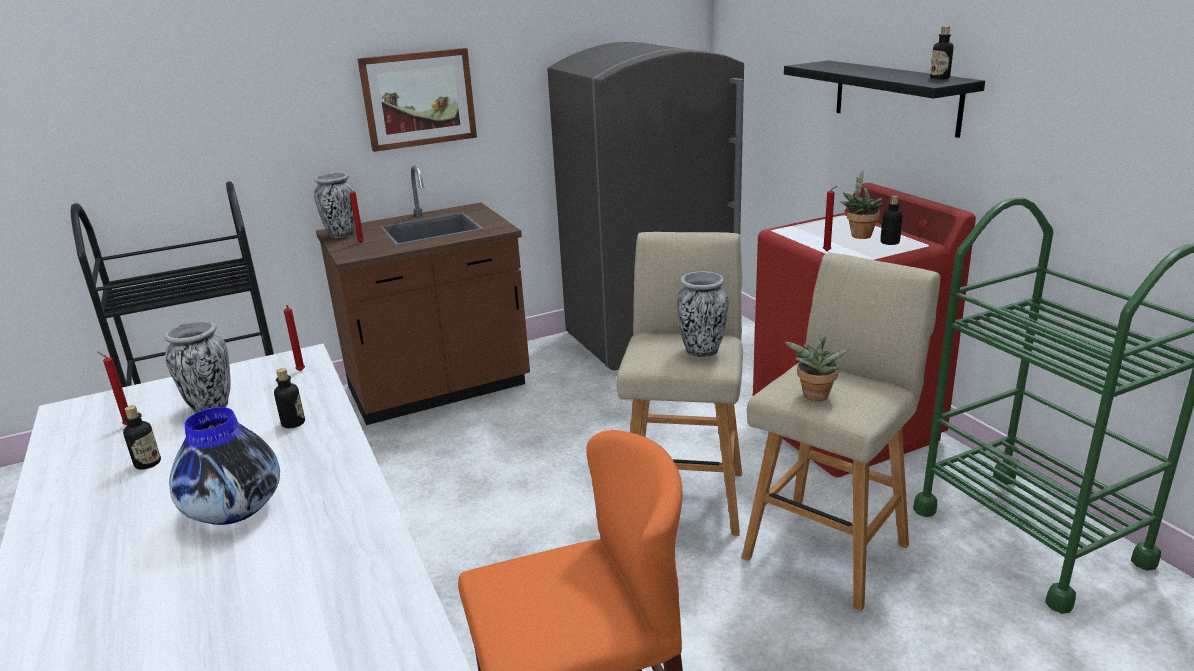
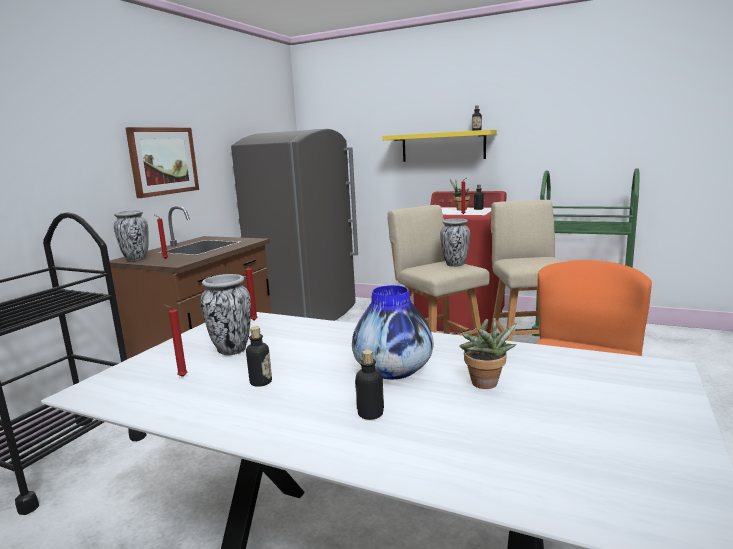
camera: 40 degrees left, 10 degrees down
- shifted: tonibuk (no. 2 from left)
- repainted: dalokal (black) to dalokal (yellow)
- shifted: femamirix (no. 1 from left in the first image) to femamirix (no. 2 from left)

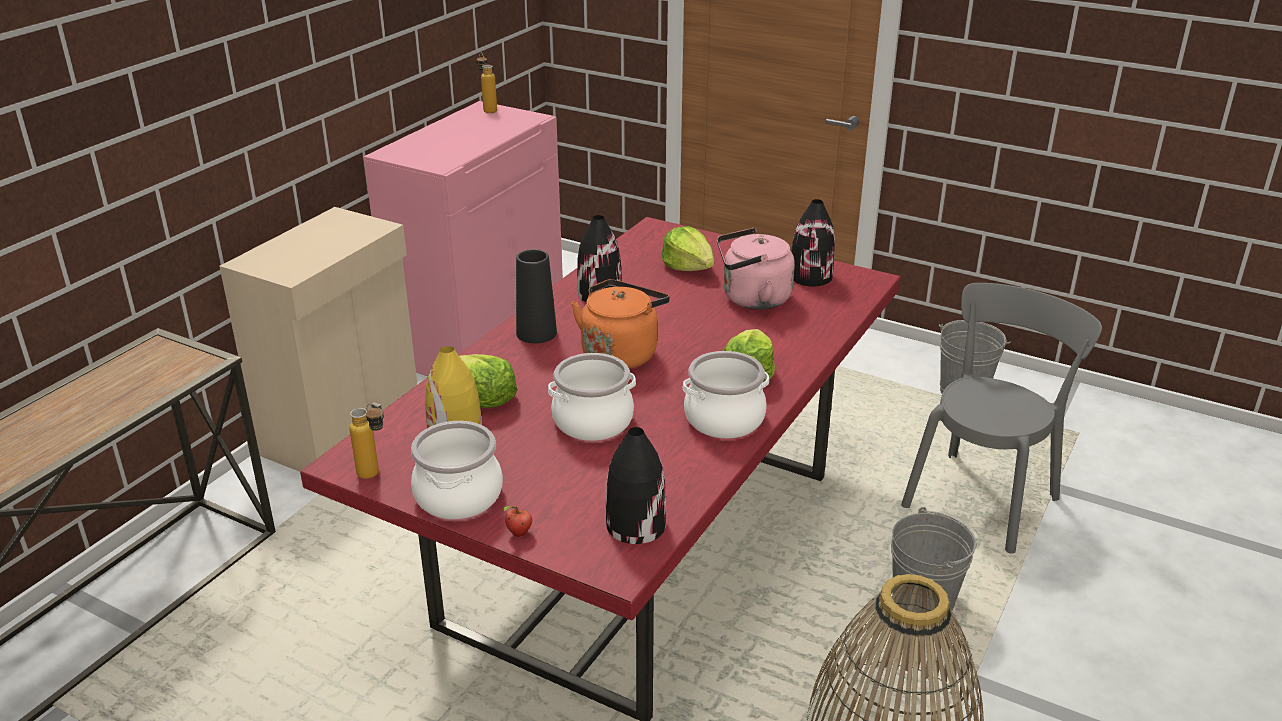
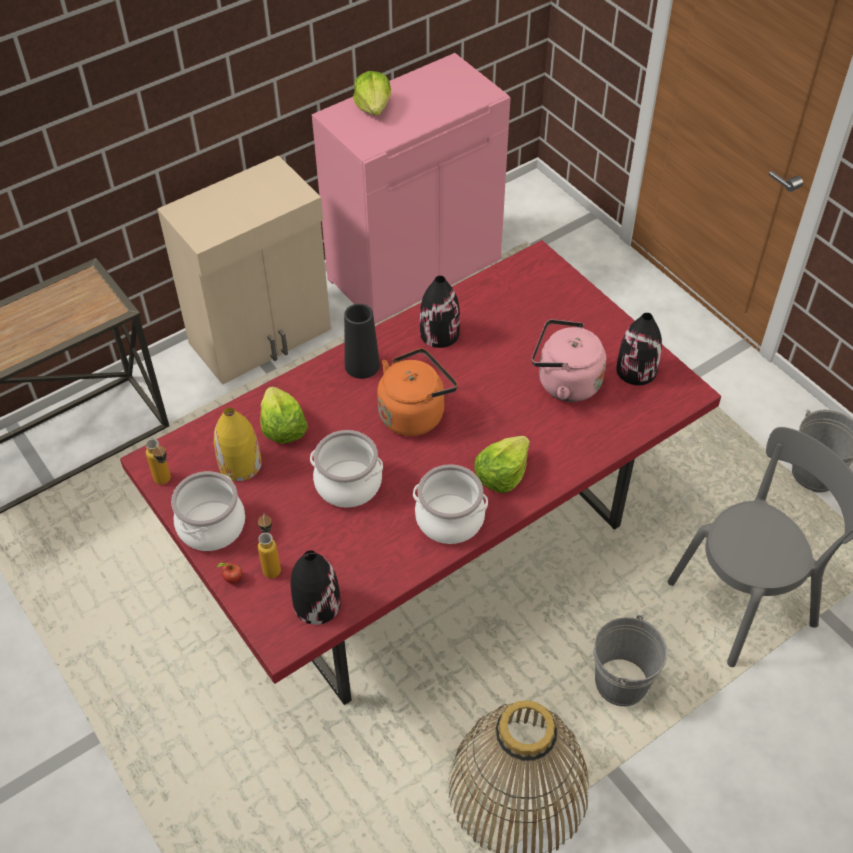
camera: 25 degrees right, 20 degrees up
- shifted: tonibuk (no. 2 from left)
- shifted: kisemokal (no. 2 from left)

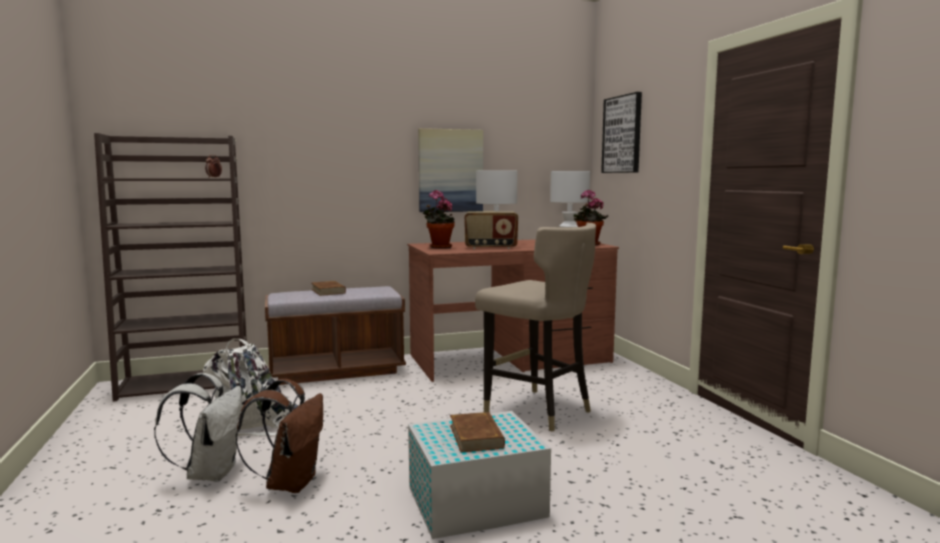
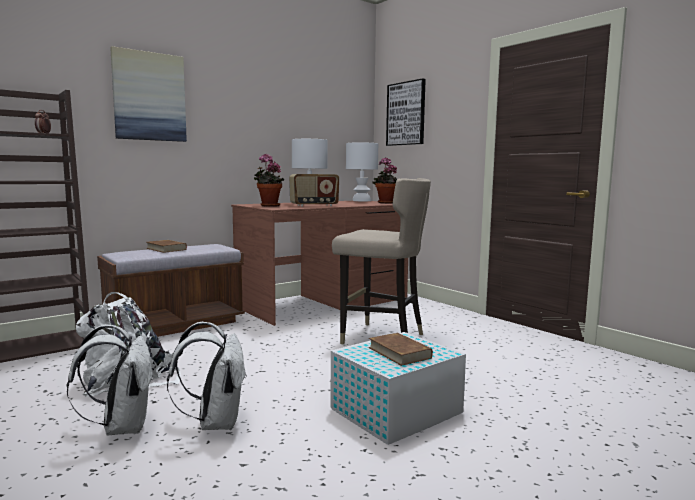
camera: 20 degrees left, 0 degrees up
- repainted: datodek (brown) to datodek (white) (no. 3 from left)
- shifted: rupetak (no. 1 from left)

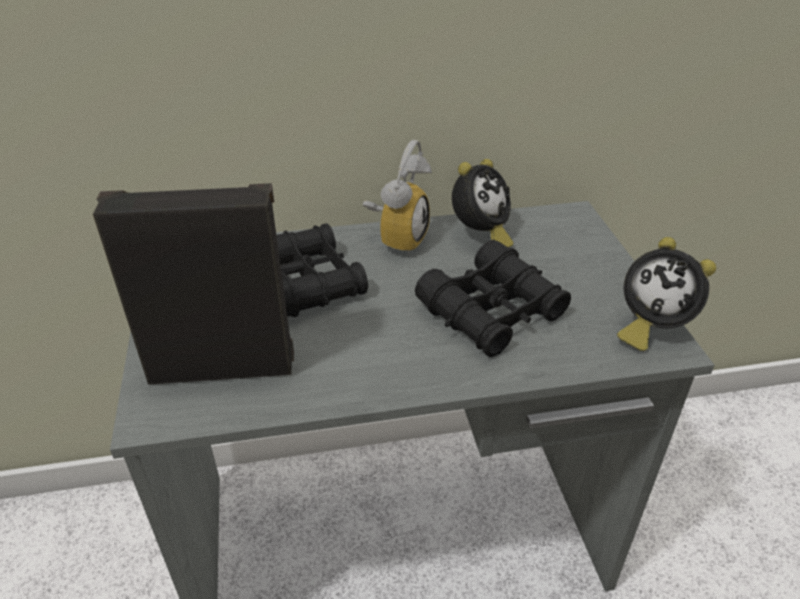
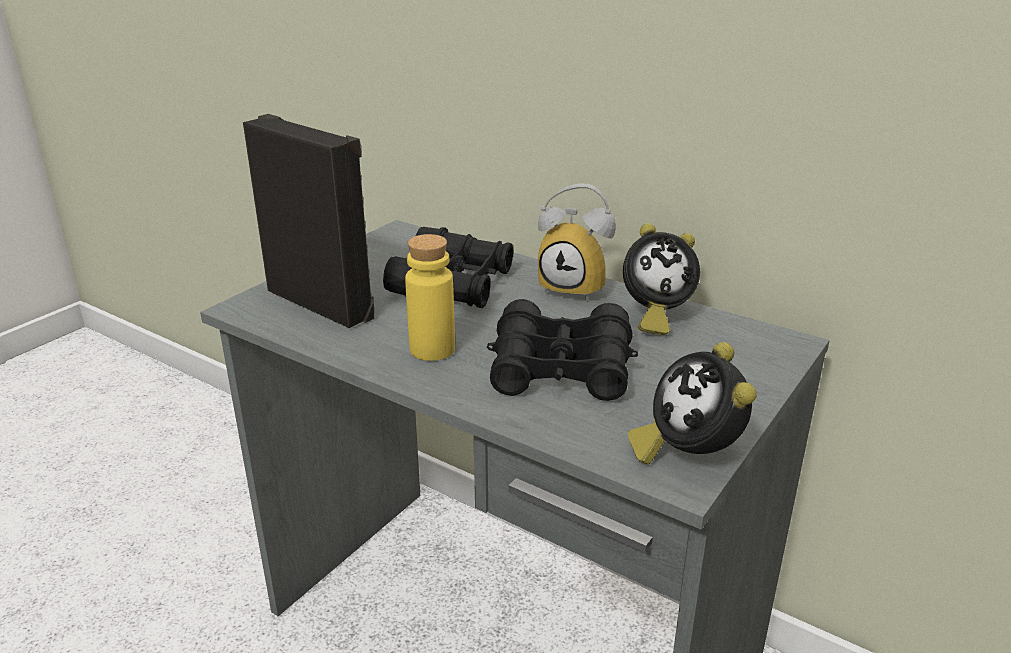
camera: 45 degrees right, 10 degrees down
- rotated: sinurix (no. 1 from left) 45 degrees clockwise
- new: tonibuk (yellow)

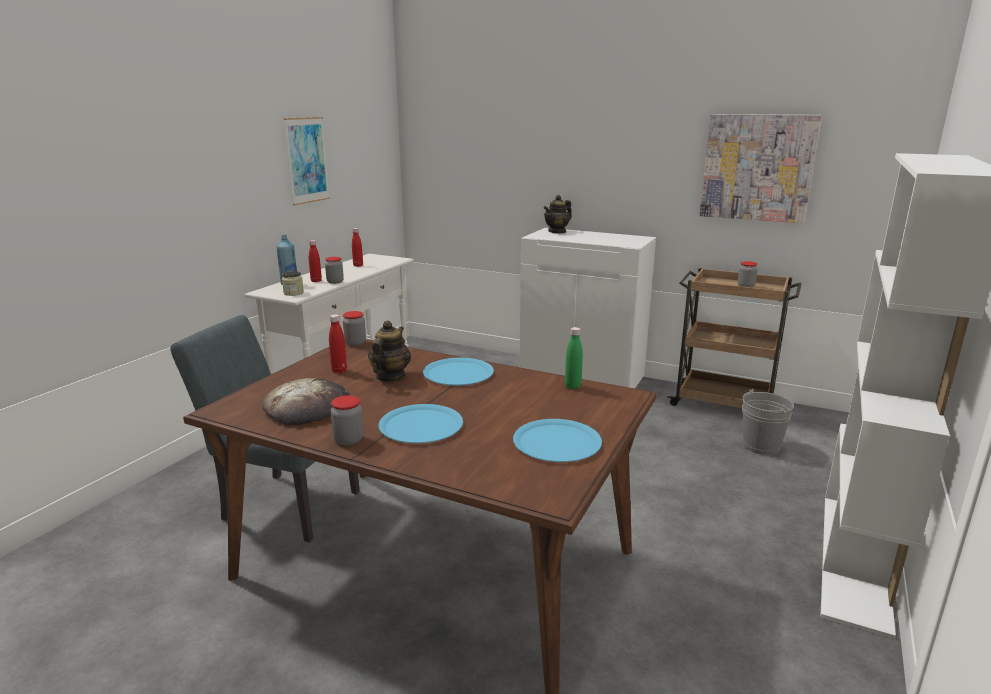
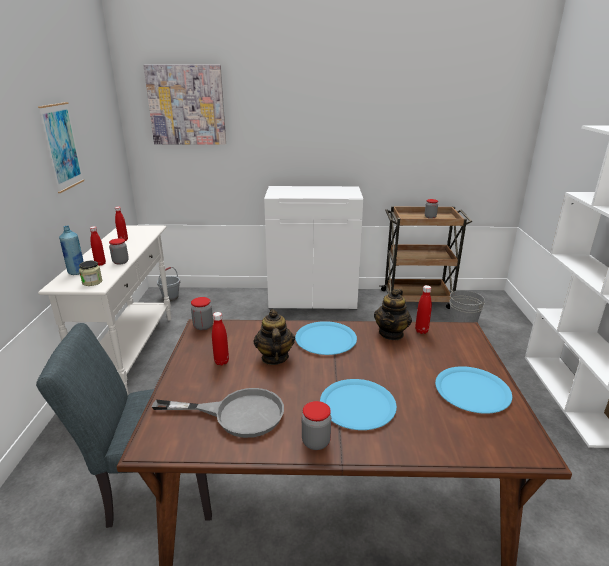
camera: 25 degrees left, 5 degrees up
- swapped: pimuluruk to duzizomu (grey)
- shifted: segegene (no. 2 from left)
- repainted: tonibuk (green) to tonibuk (red) (no. 4 from left)
- shifted: rupetak (no. 2 from left)
- new: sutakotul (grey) (no. 1 from left)

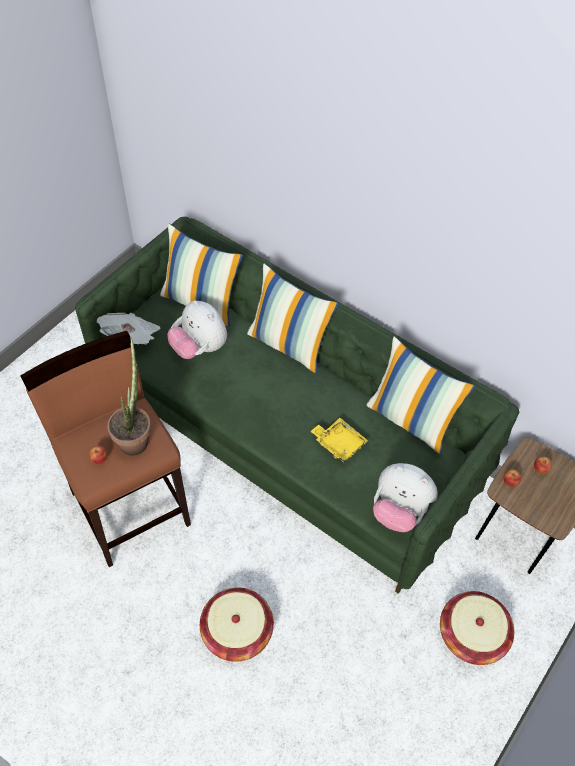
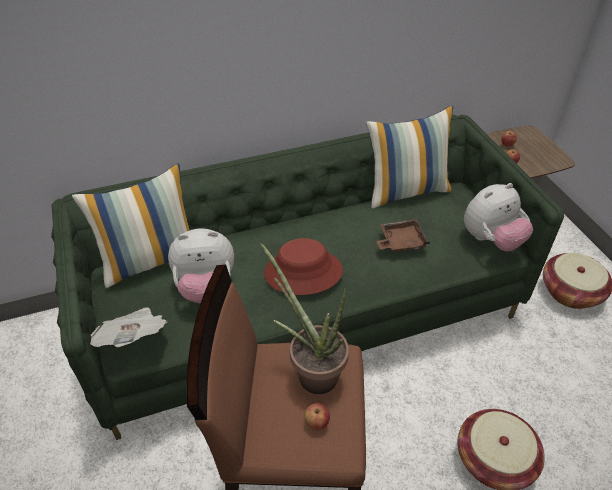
camera: 55 degrees left, 10 degrees down
- gone: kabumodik (no. 2 from left)
- repainted: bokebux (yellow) to bokebux (brown)
- new: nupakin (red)

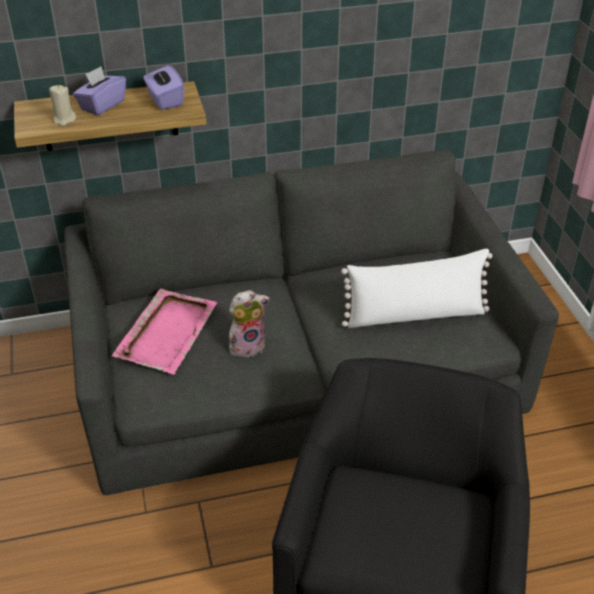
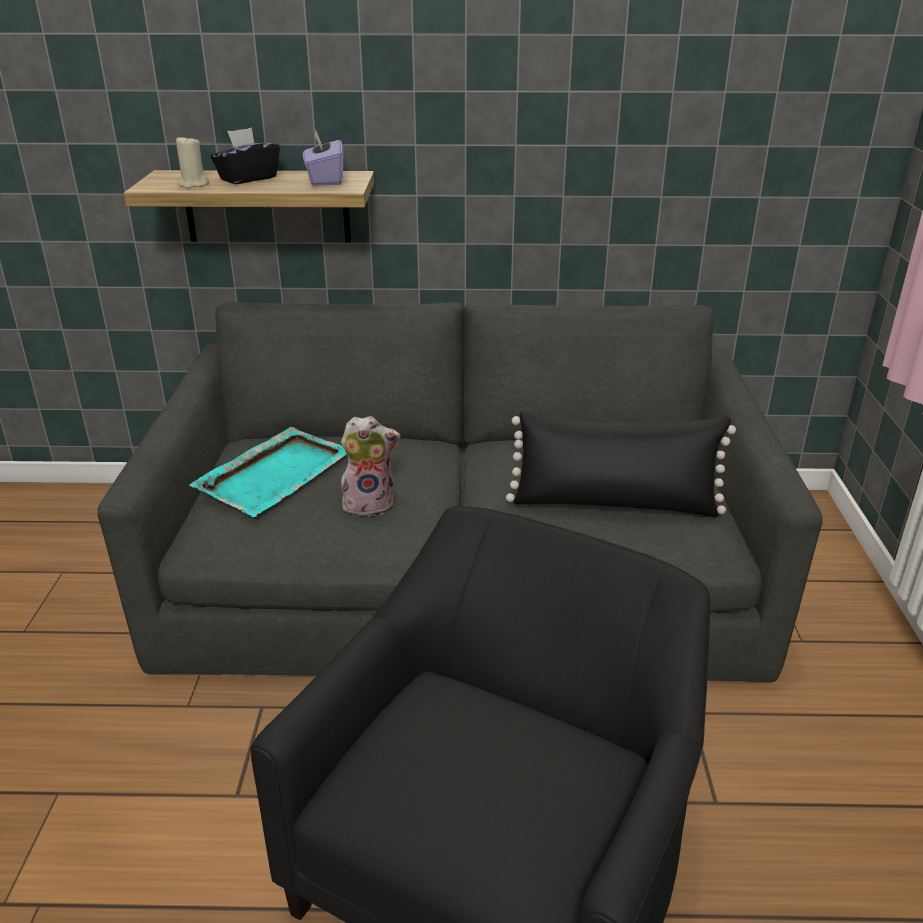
camera: 15 degrees right, 10 degrees down
- repainted: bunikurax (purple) (no. 1 from left) to bunikurax (black)
- repainted: bokebux (pink) to bokebux (turquoise)
- repainted: kabumodik (white) to kabumodik (black)

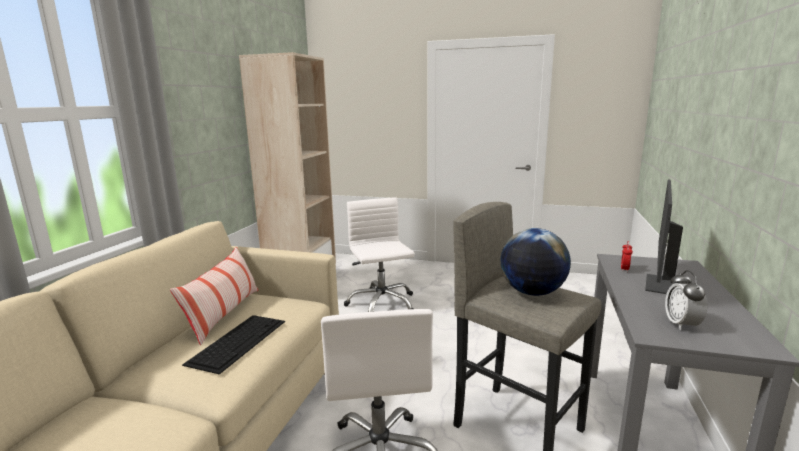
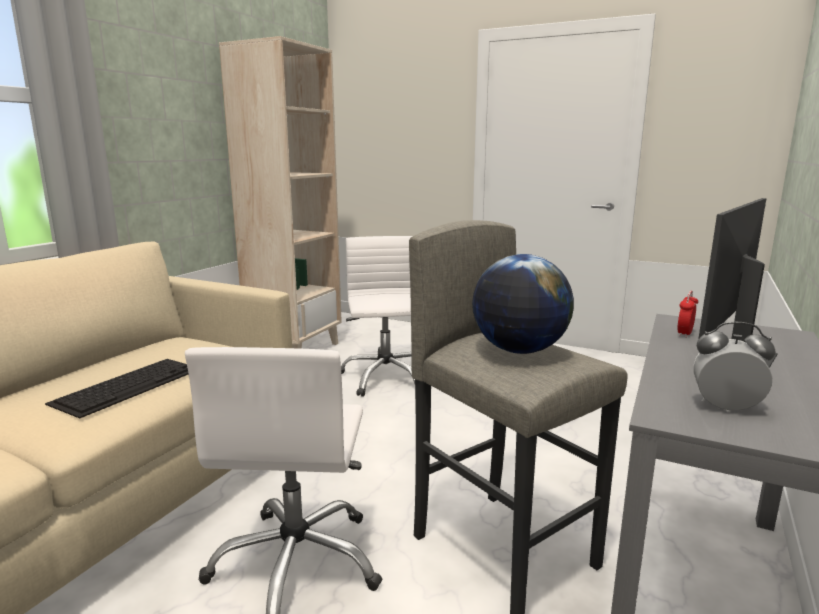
camera: 10 degrees right, 0 degrees up
- gone: kabumodik
- rotated: sinurix (no. 2 from left) 90 degrees clockwise

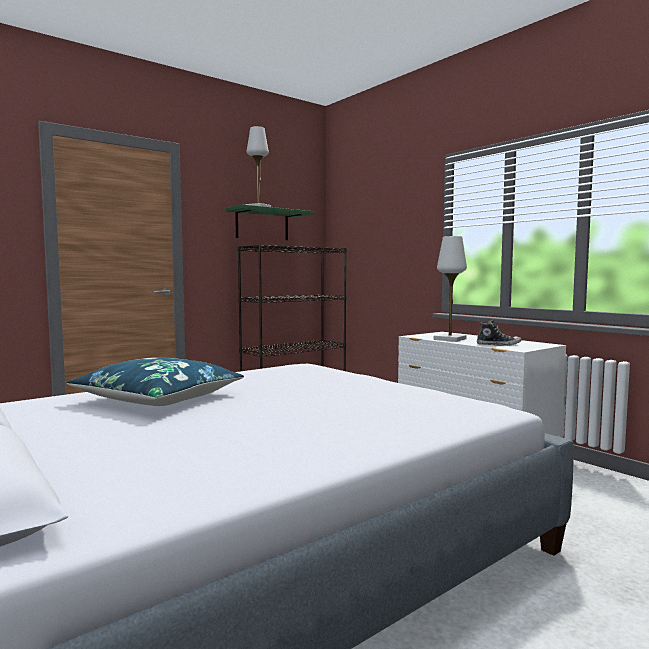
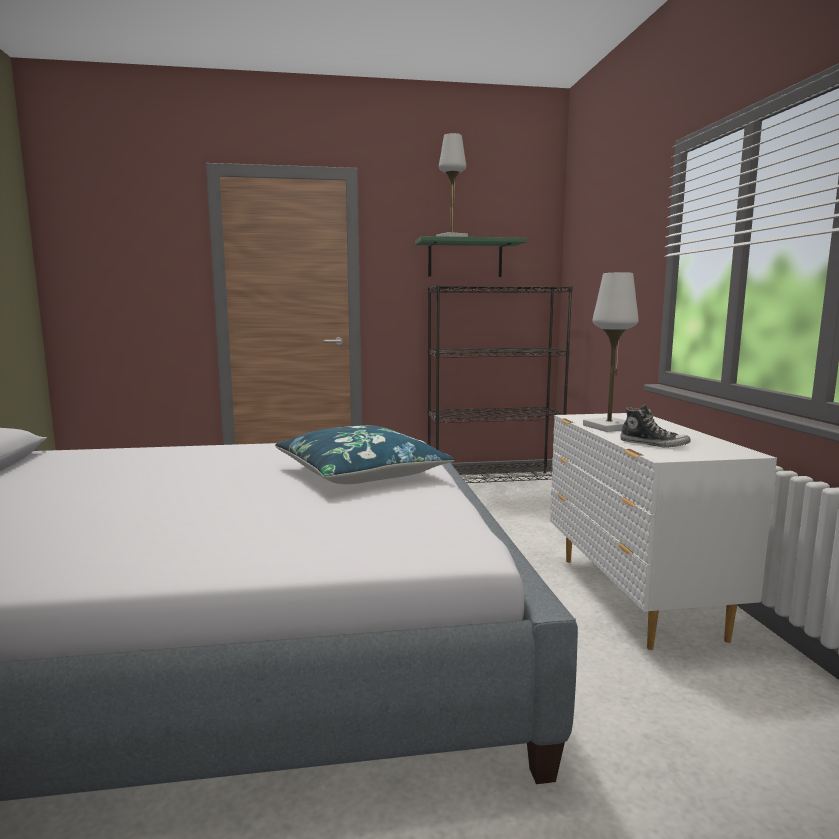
camera: 30 degrees right, 5 degrees up
- shifted: kabumodik (blue)

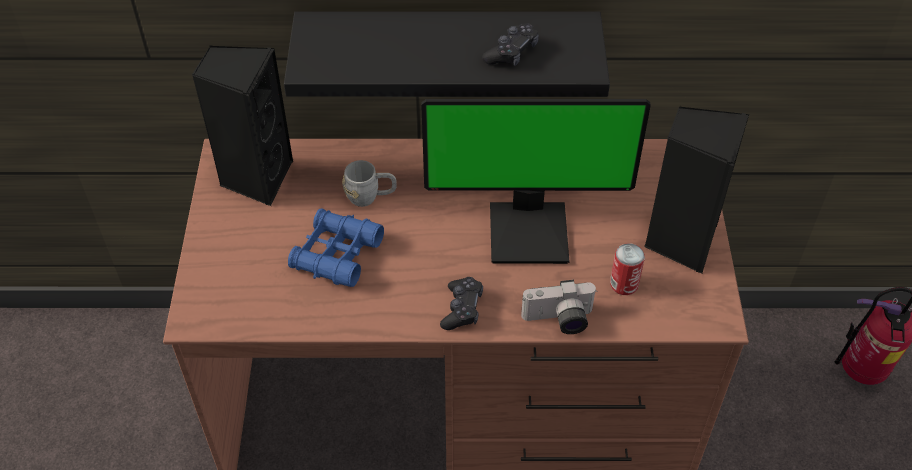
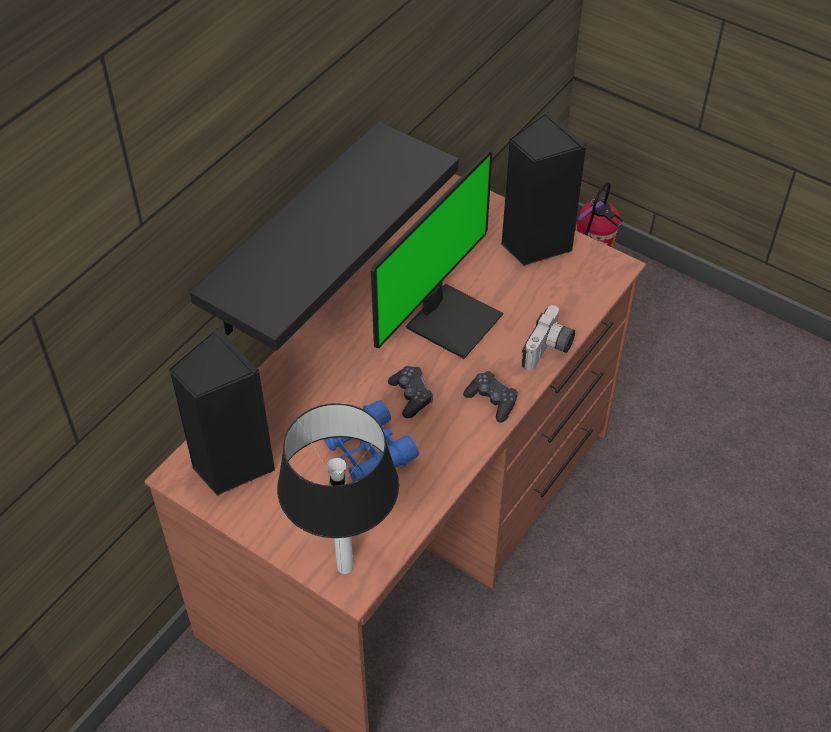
camera: 55 degrees left, 0 degrees up
- gone: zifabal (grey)
- shifted: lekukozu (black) (no. 2 from left in the first image) to lekukozu (black) (no. 1 from left)
- gone: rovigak
- new: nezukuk

